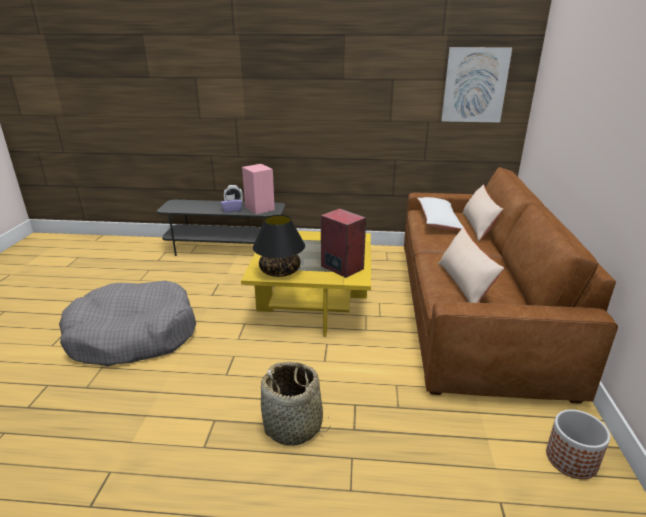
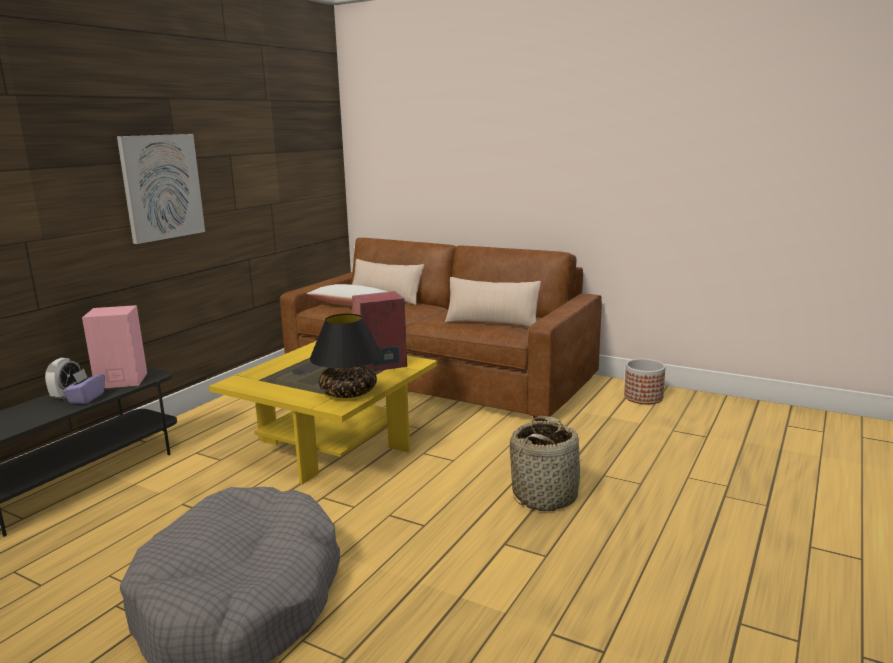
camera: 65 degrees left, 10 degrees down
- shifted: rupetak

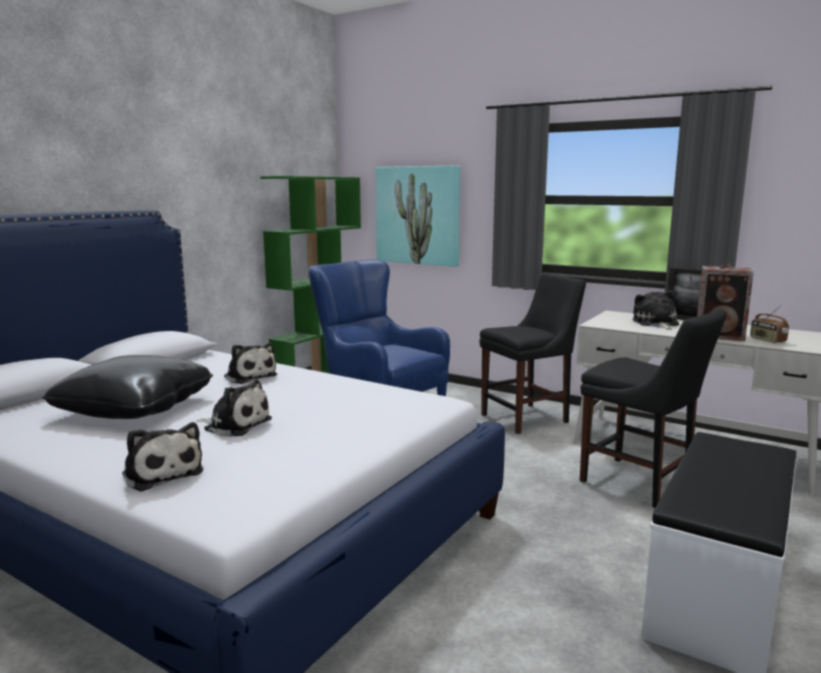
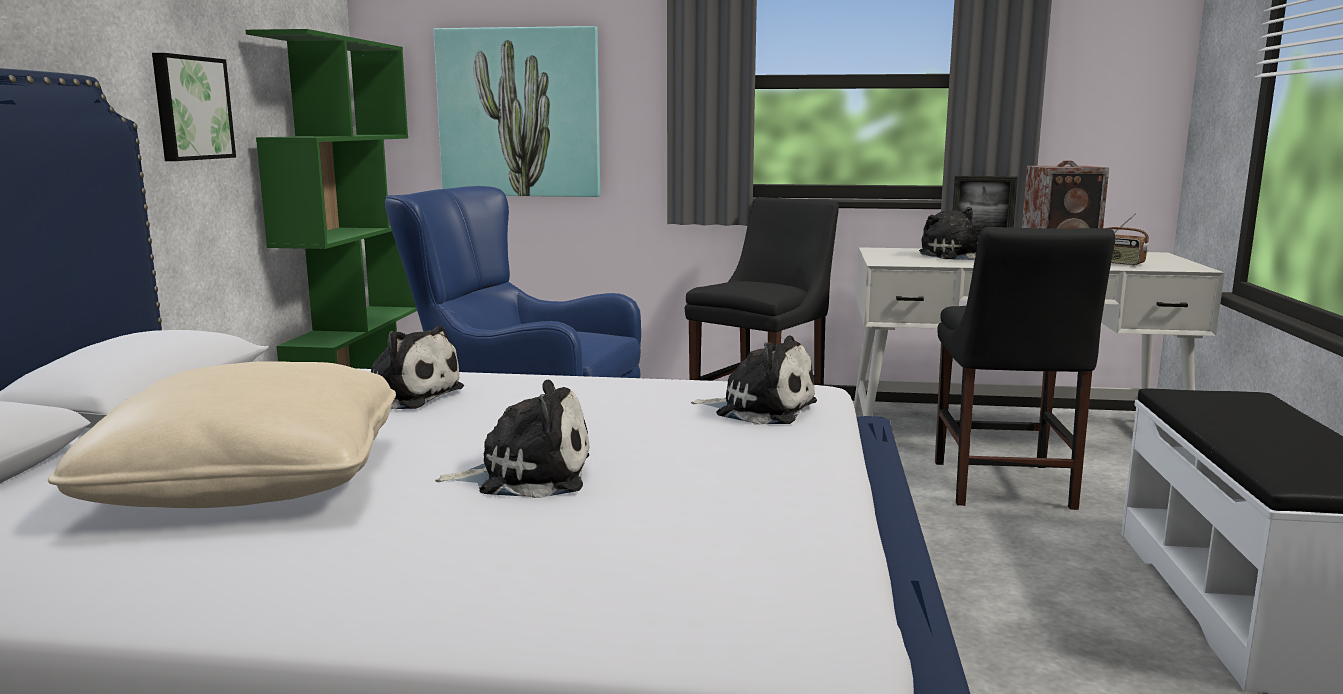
camera: 25 degrees left, 0 degrees up
- repainted: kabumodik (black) to kabumodik (beige)
- shifted: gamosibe (no. 1 from left in the first image) to gamosibe (no. 3 from left)
- rotated: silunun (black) (no. 2 from left) 75 degrees clockwise
- new: rupetak (no. 1 from left)

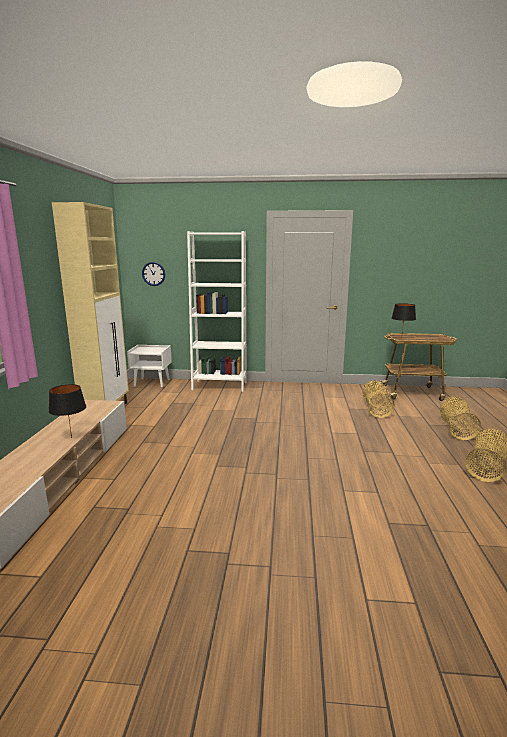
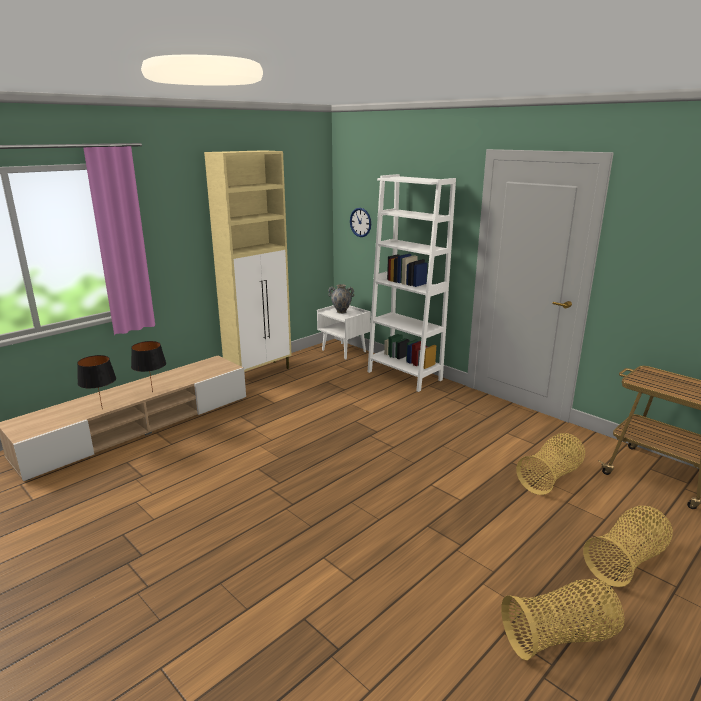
camera: 40 degrees right, 5 degrees up
- shifted: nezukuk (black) (no. 2 from left in the first image) to nezukuk (black) (no. 1 from left)
- new: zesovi

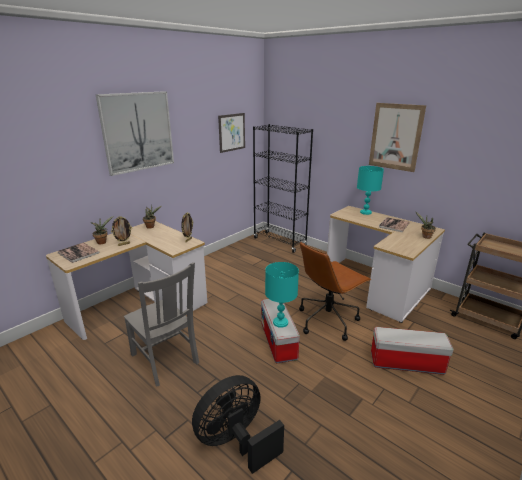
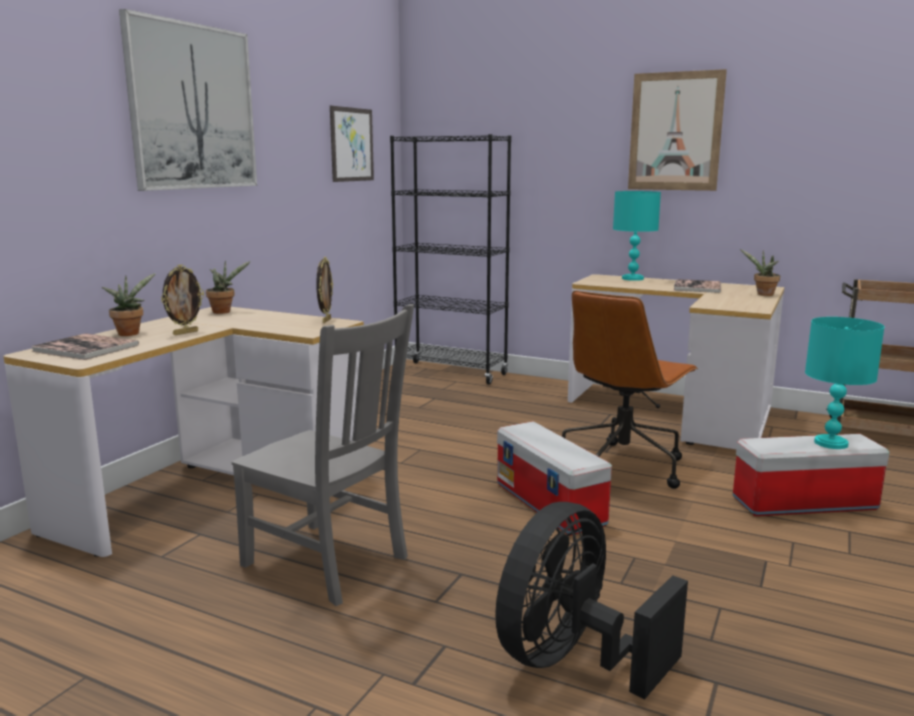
camera: 15 degrees left, 10 degrees down
- shifted: nezukuk (turquoise) (no. 1 from left in the first image) to nezukuk (turquoise) (no. 2 from left)

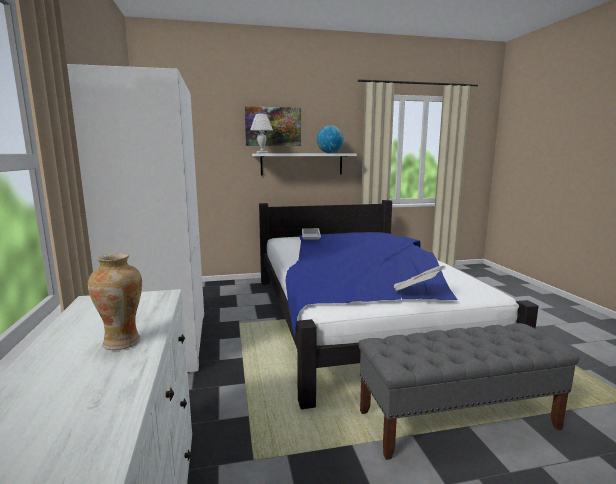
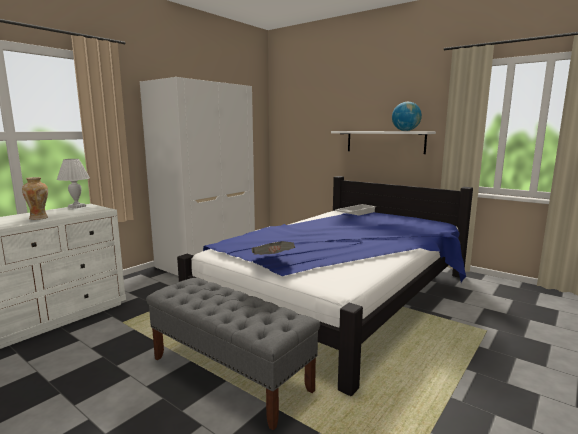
camera: 50 degrees right, 0 degrees up
- gone: rupetak
- shifted: nezukuk (white)

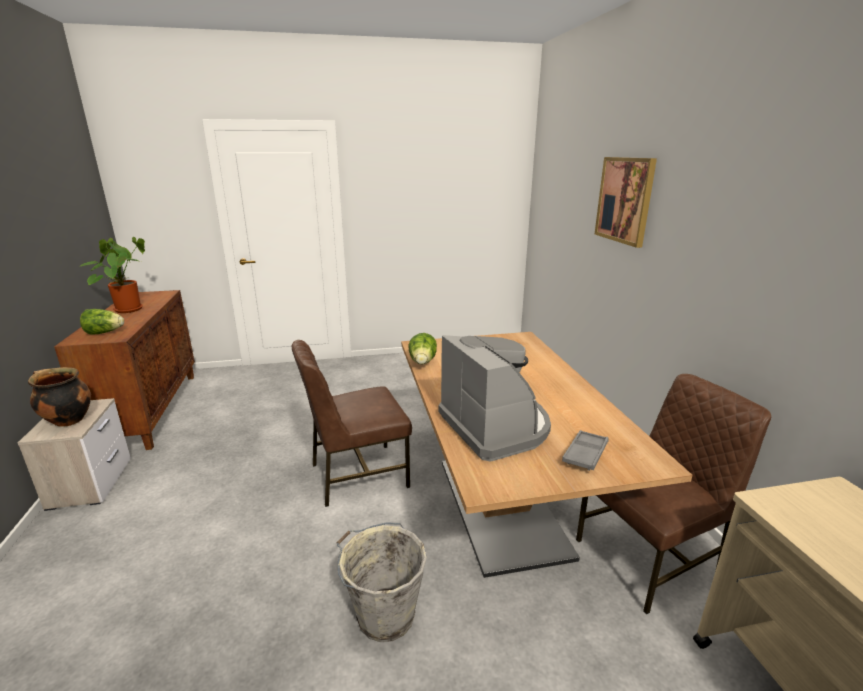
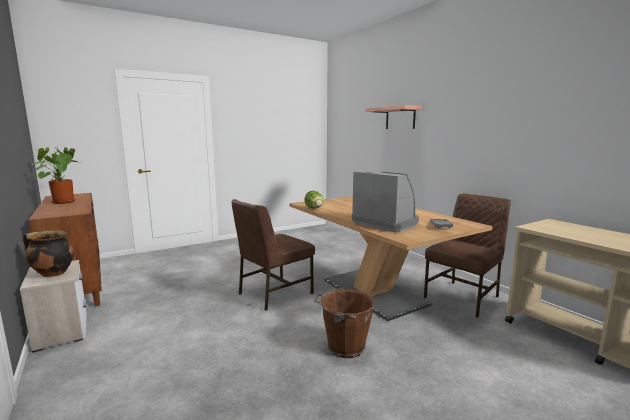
camera: 20 degrees left, 10 degrees down
- gone: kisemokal (no. 1 from left)
- repainted: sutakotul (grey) to sutakotul (brown)
- swapped: rupetak to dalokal

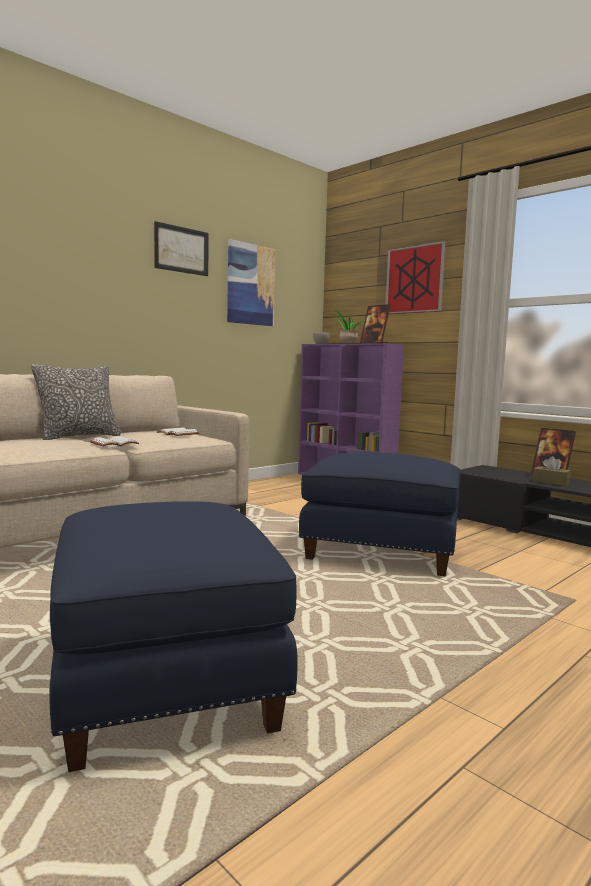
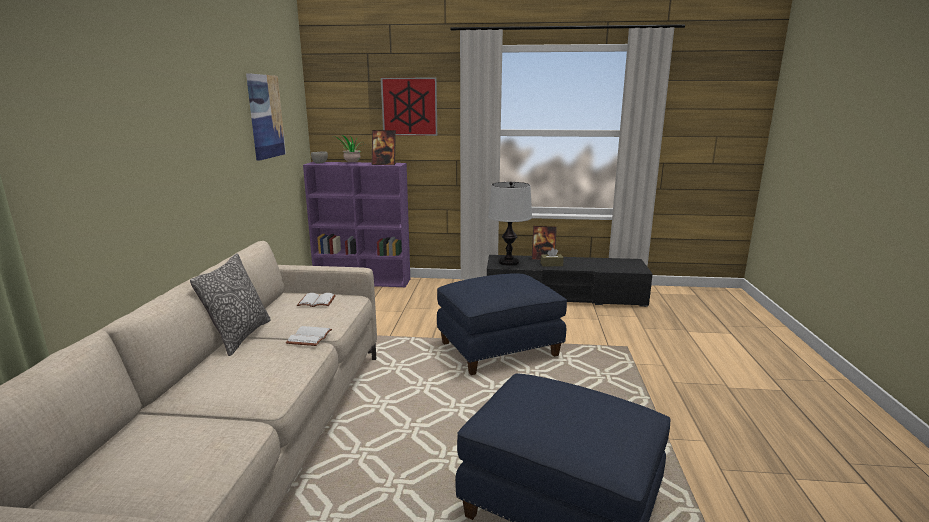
camera: 40 degrees left, 10 degrees up
- gone: rupetak (no. 1 from left)
- new: nezukuk

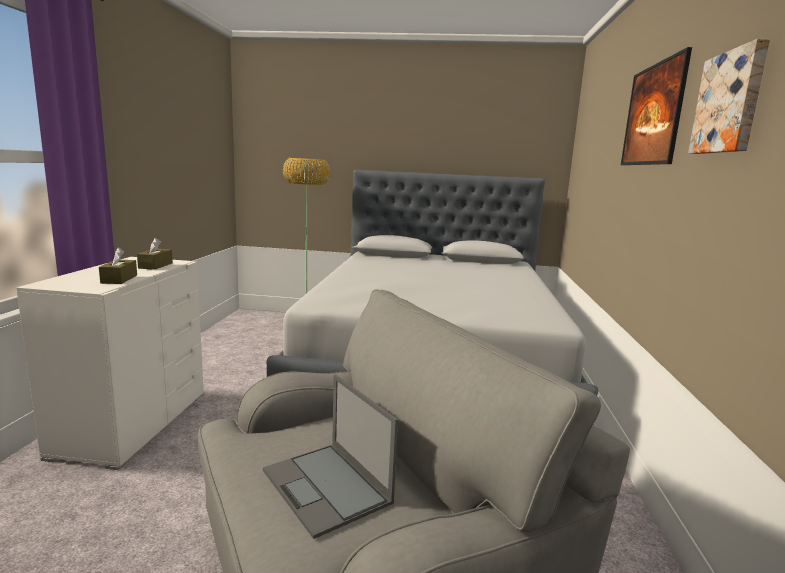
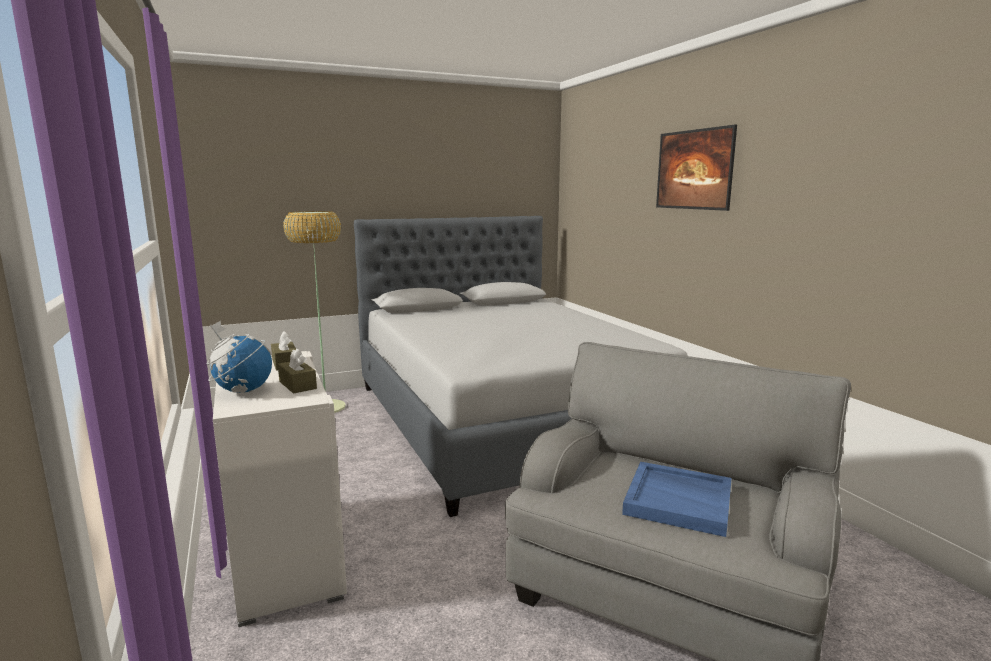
camera: 30 degrees left, 0 degrees up
- swapped: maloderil to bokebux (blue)
- gone: rupetak (no. 2 from left)
- new: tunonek

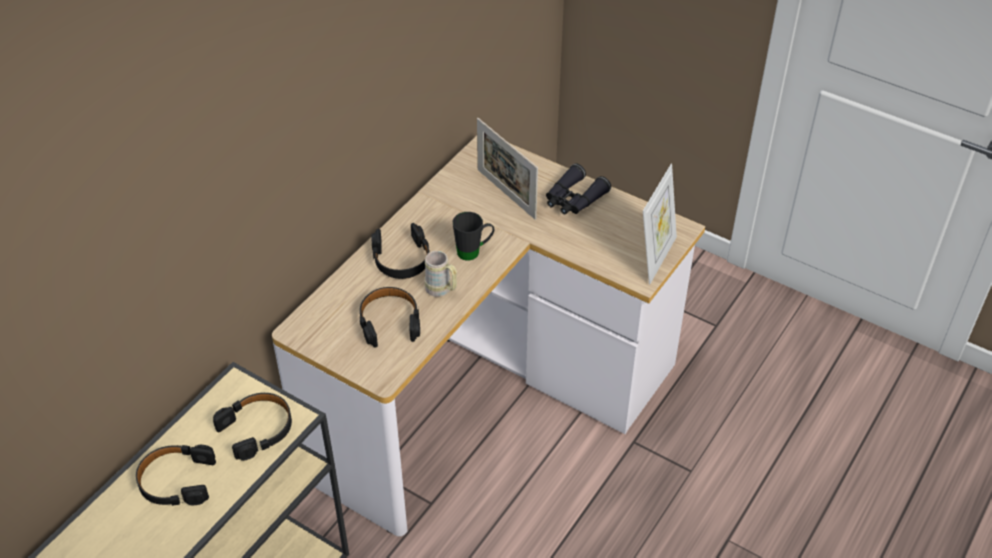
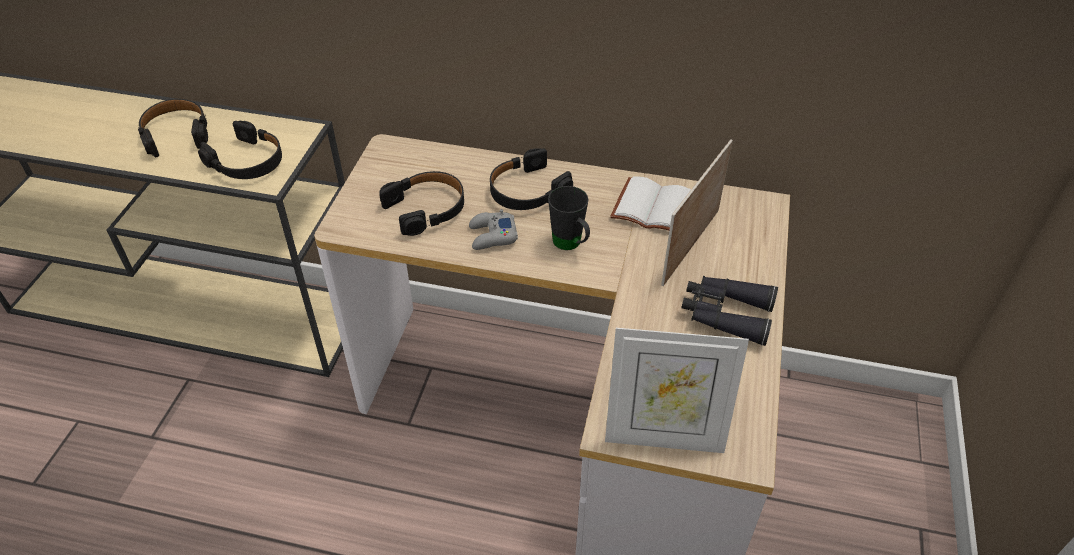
camera: 70 degrees right, 0 degrees up
- swapped: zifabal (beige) to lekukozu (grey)
- new: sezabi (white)

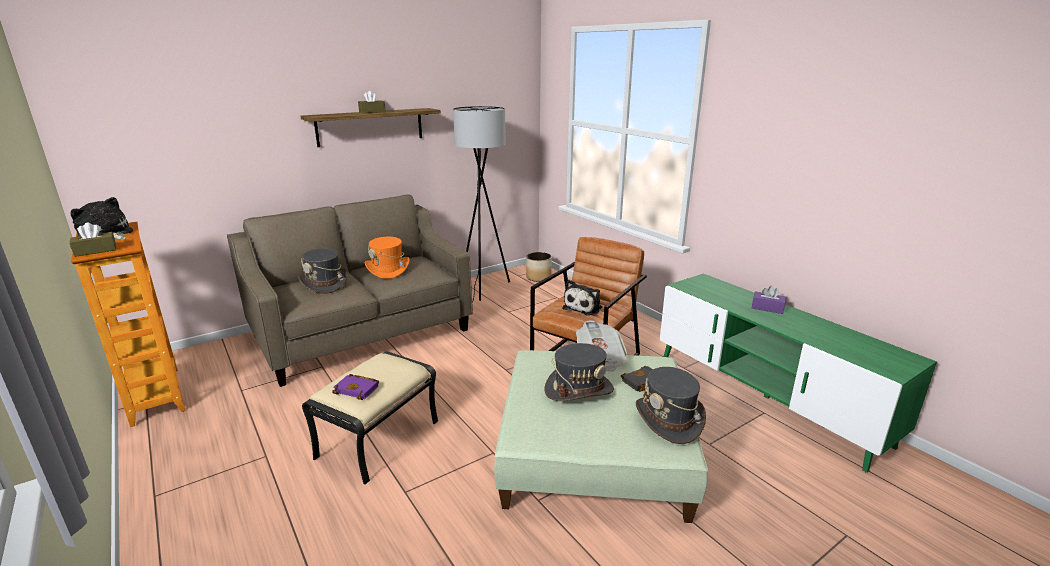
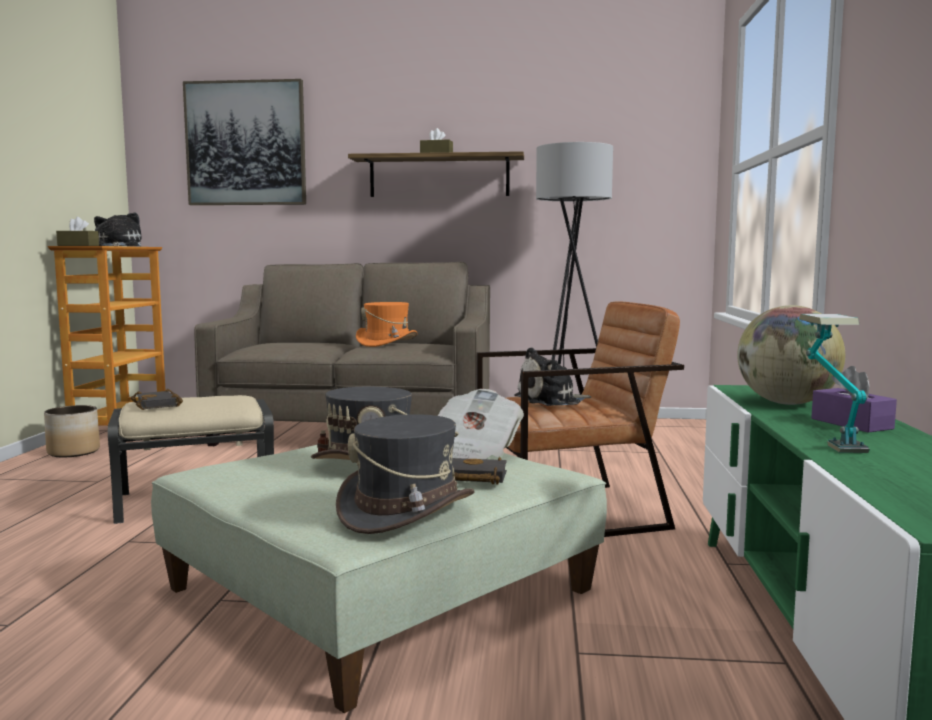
camera: 40 degrees right, 15 degrees down
- gone: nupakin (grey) (no. 1 from left)
- repainted: sezabi (purple) to sezabi (black) (no. 1 from left)
- shifted: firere
- new: rupetak
- new: tunonek
- new: nezukuk

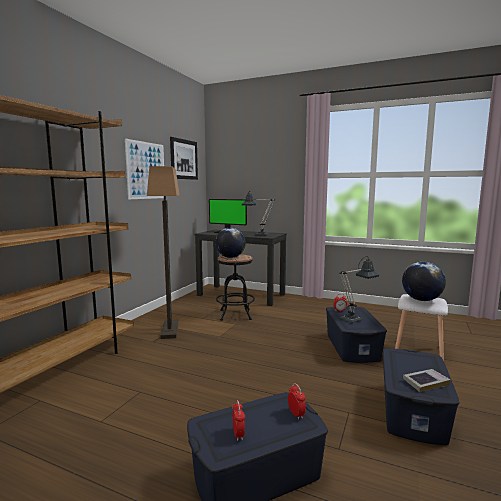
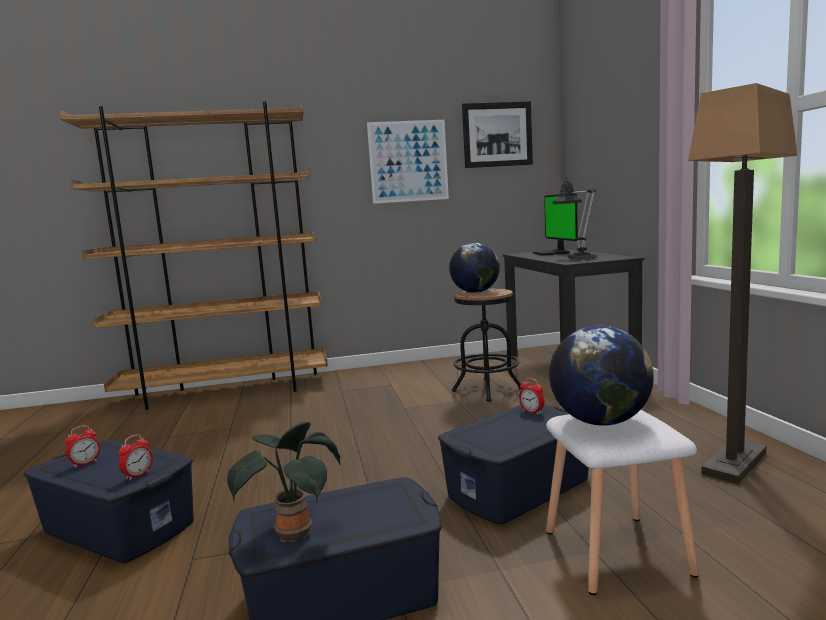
camera: 55 degrees right, 0 degrees up
- shifted: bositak
- gone: nezukuk (no. 2 from left)
- swapped: sezabi to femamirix

